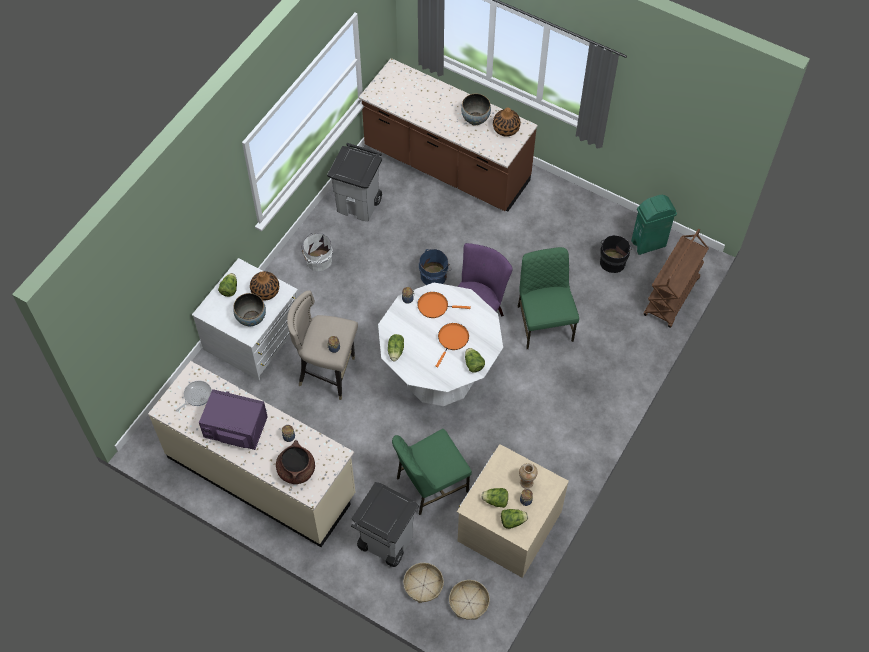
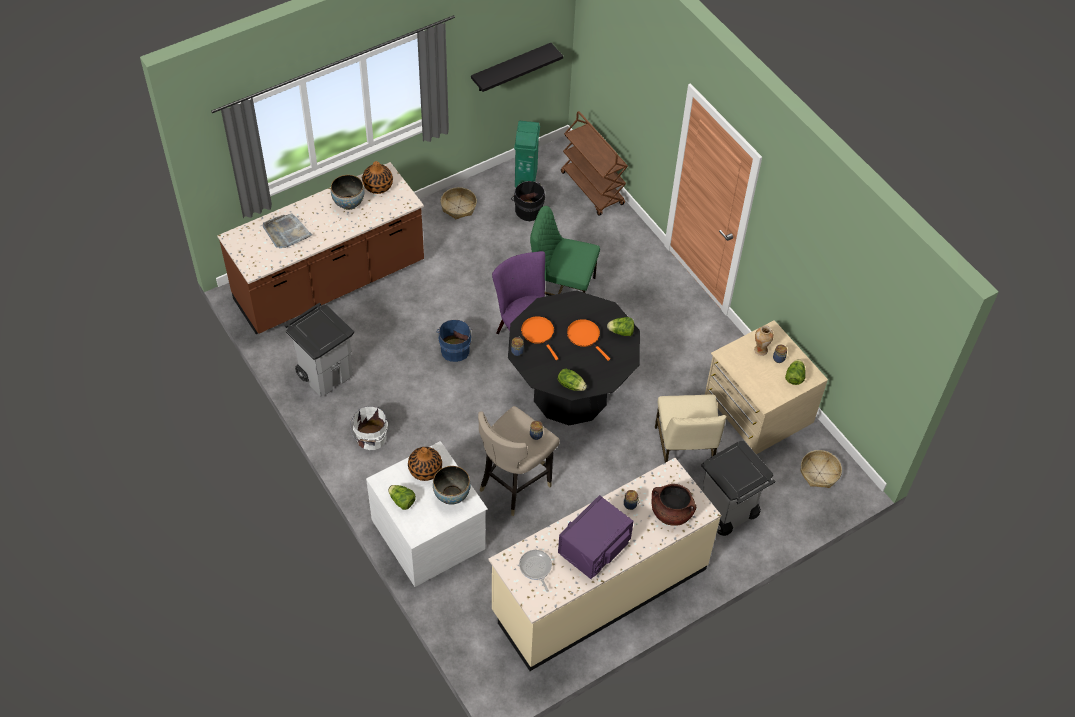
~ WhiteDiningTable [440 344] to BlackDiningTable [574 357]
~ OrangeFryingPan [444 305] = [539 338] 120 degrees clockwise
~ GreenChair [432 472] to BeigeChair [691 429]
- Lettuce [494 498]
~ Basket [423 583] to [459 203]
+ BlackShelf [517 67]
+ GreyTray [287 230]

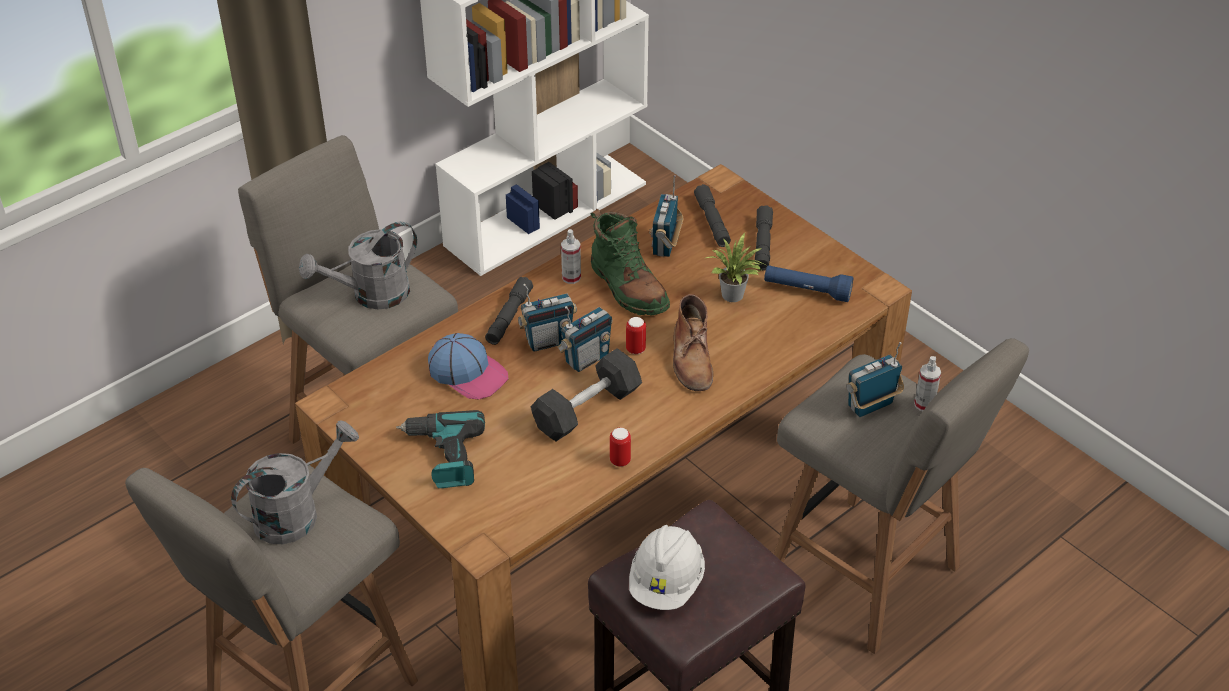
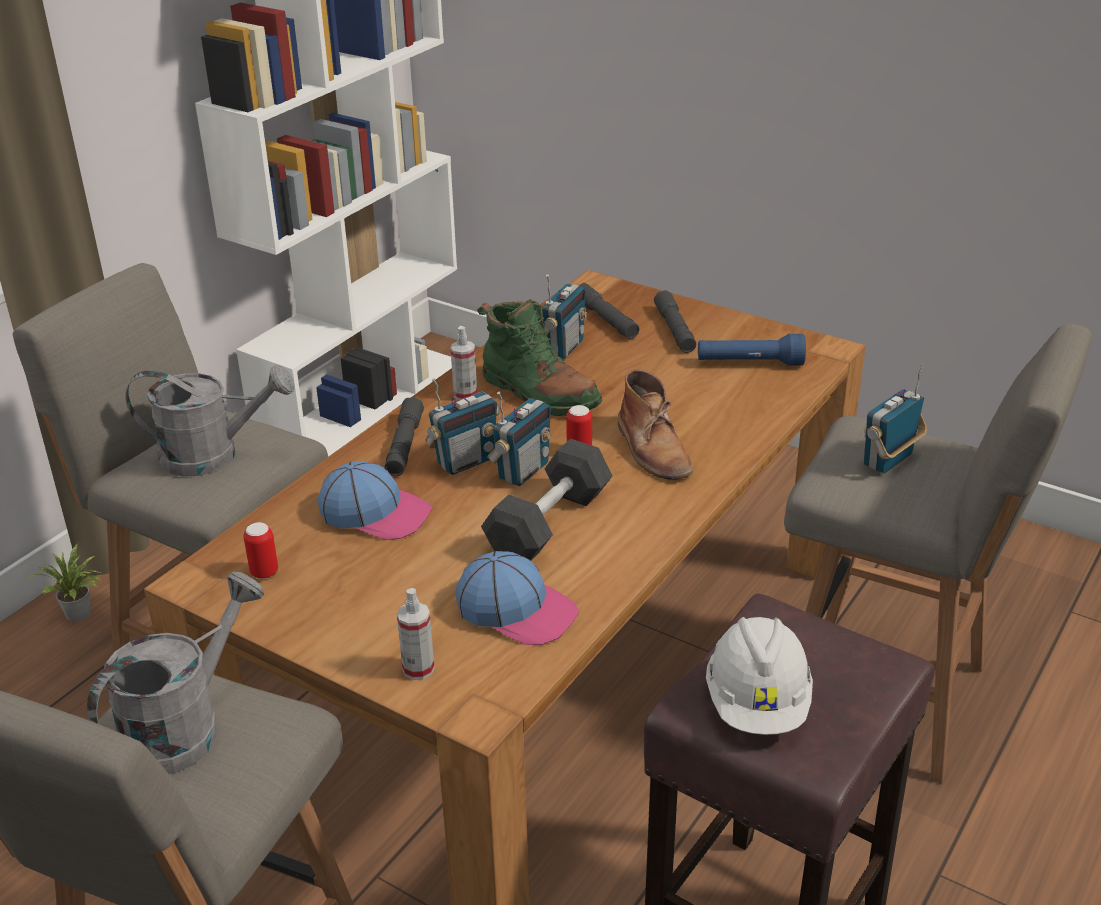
~ Radio [666 216] = [564 316] 150 degrees counterclockwise
~ GreyWateringCan [358 265] = [210 420] 135 degrees counterclockwise
~ PottedPlant [734 267] to [64 583]
~ SprayBottle [927 383] to [415 634]
- PowerDrill [440 449]
~ Can [620 447] to [260 550]
+ Cap [517 598]

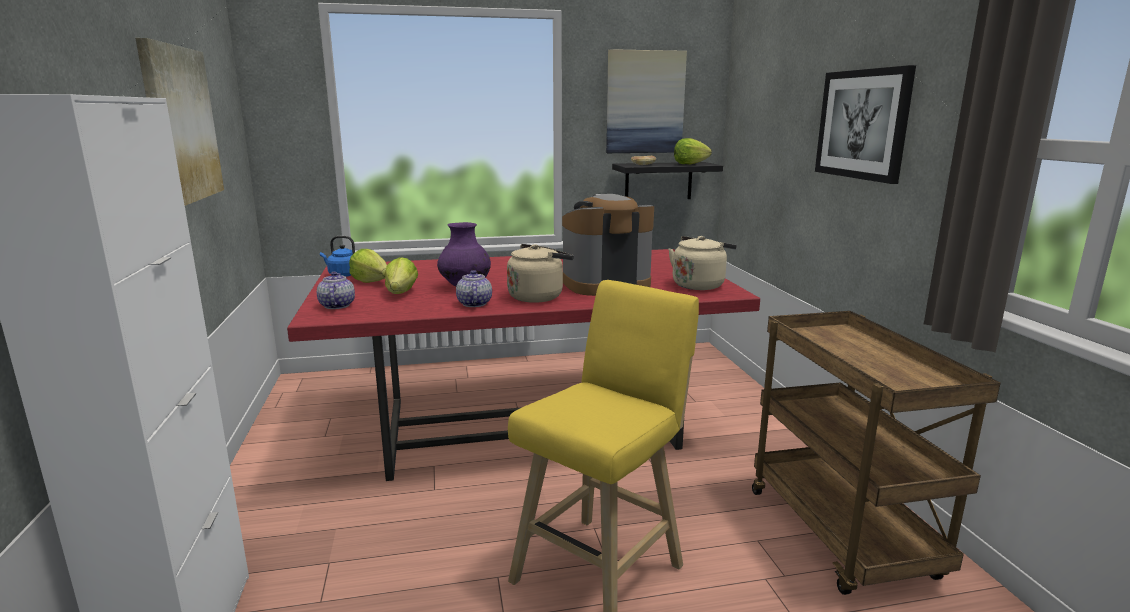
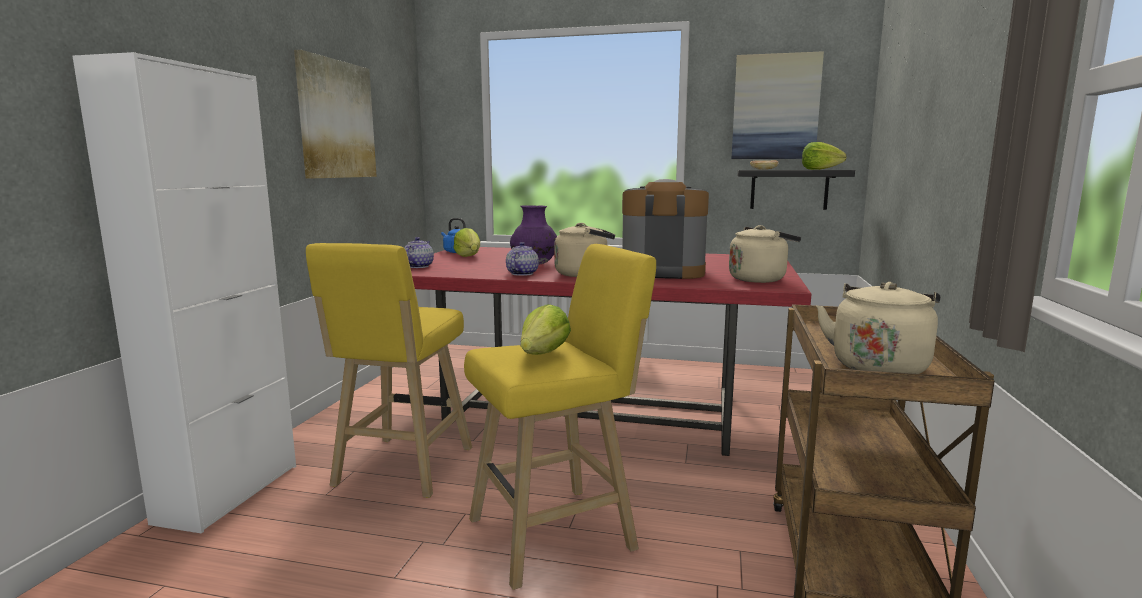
- Picture [865 124]
~ Lettuce [401 275] to [546 329]
+ YellowStool [389 370]
+ BeigeKettle [878 328]

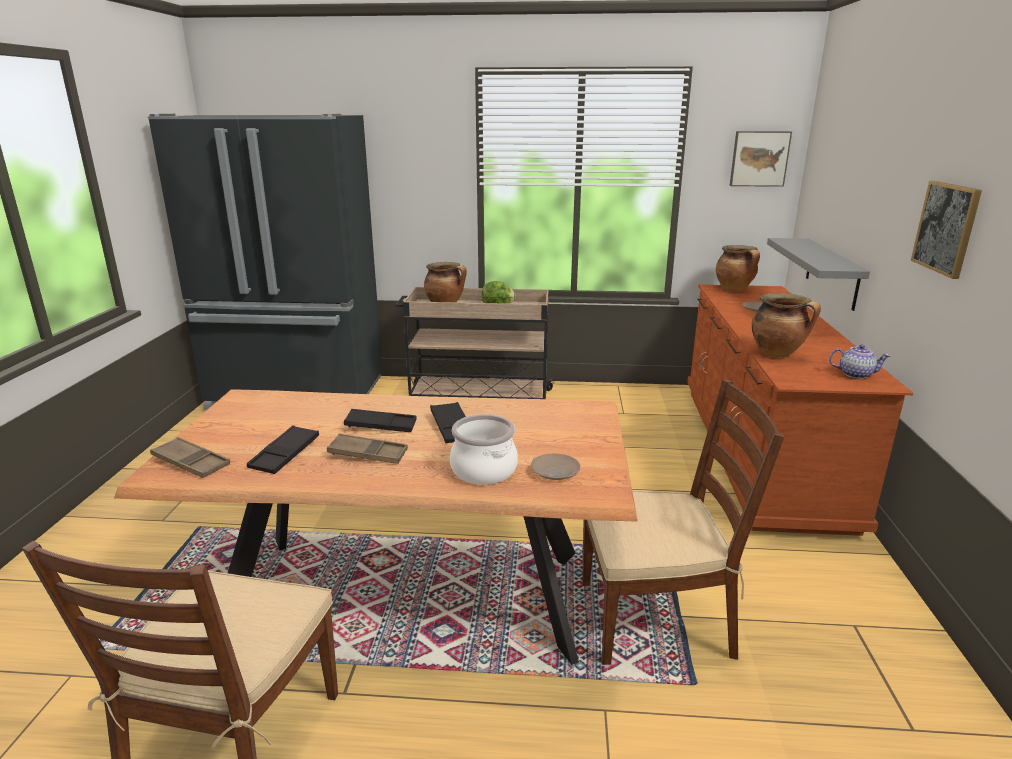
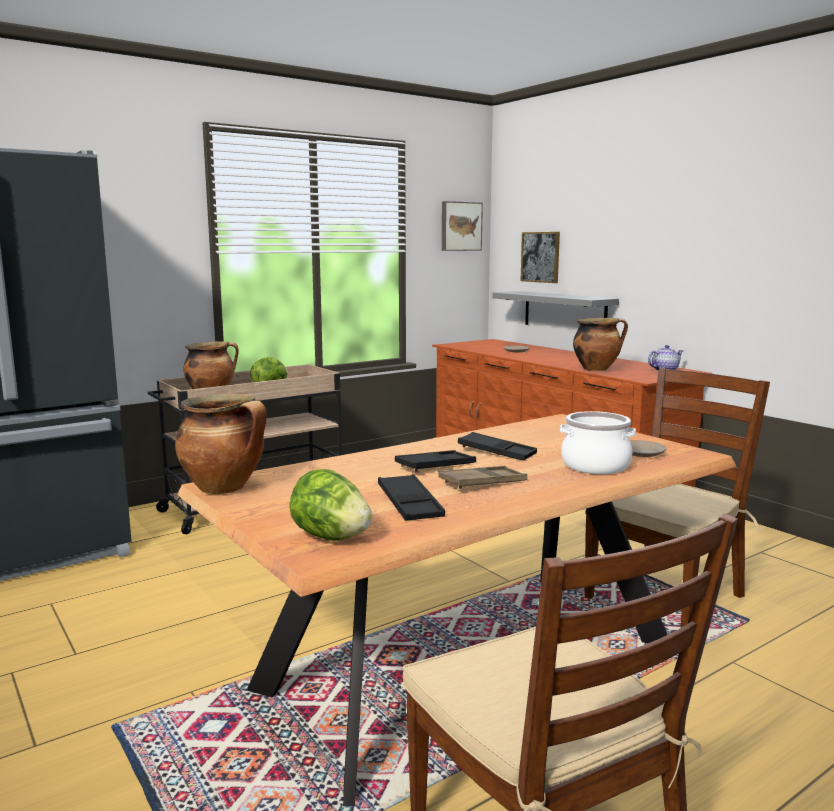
~ Picture [946 230] to [540 257]
~ CookingPot [738 268] to [221 444]
~ BrownTray [190 457] to Lettuce [330 505]

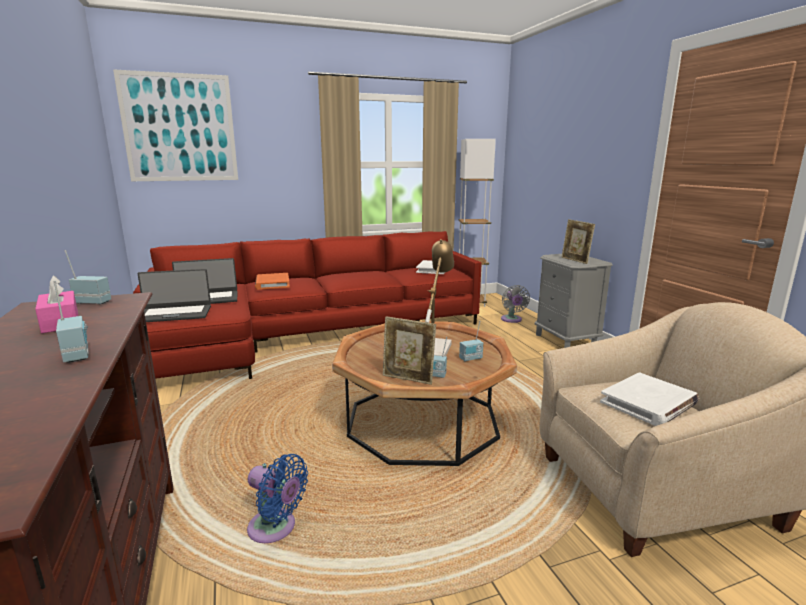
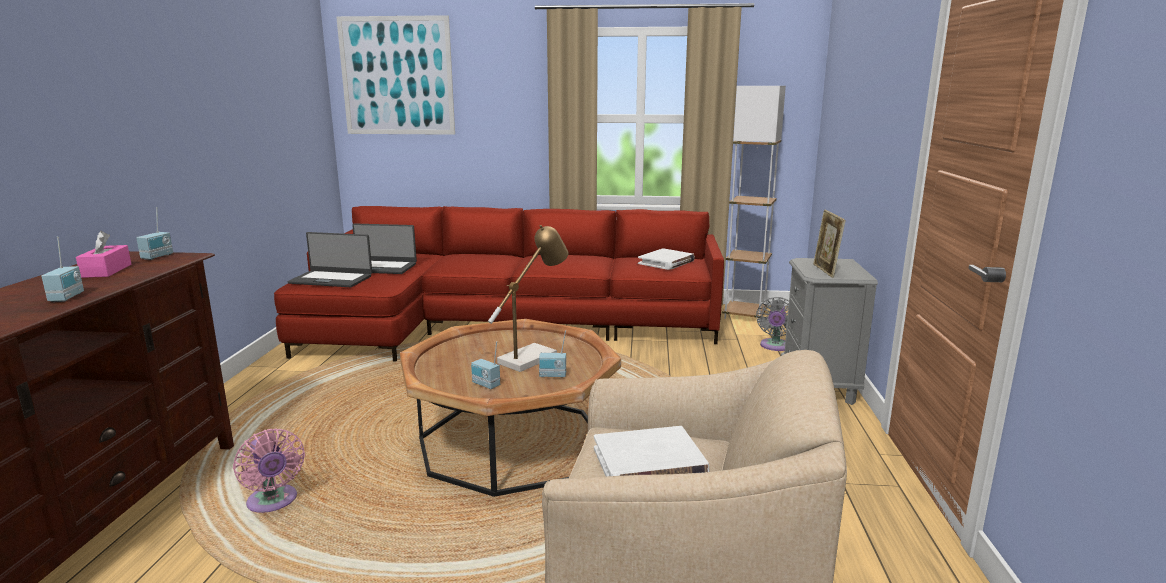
~ Radio [87 277] = [154 233] 75 degrees clockwise
- OrangeBook [272 281]
- PictureFrame [409 350]
~ BlueFan [277 498] to PinkFan [269 470]

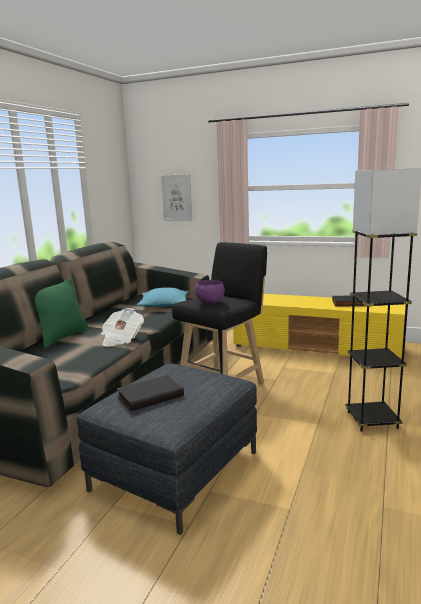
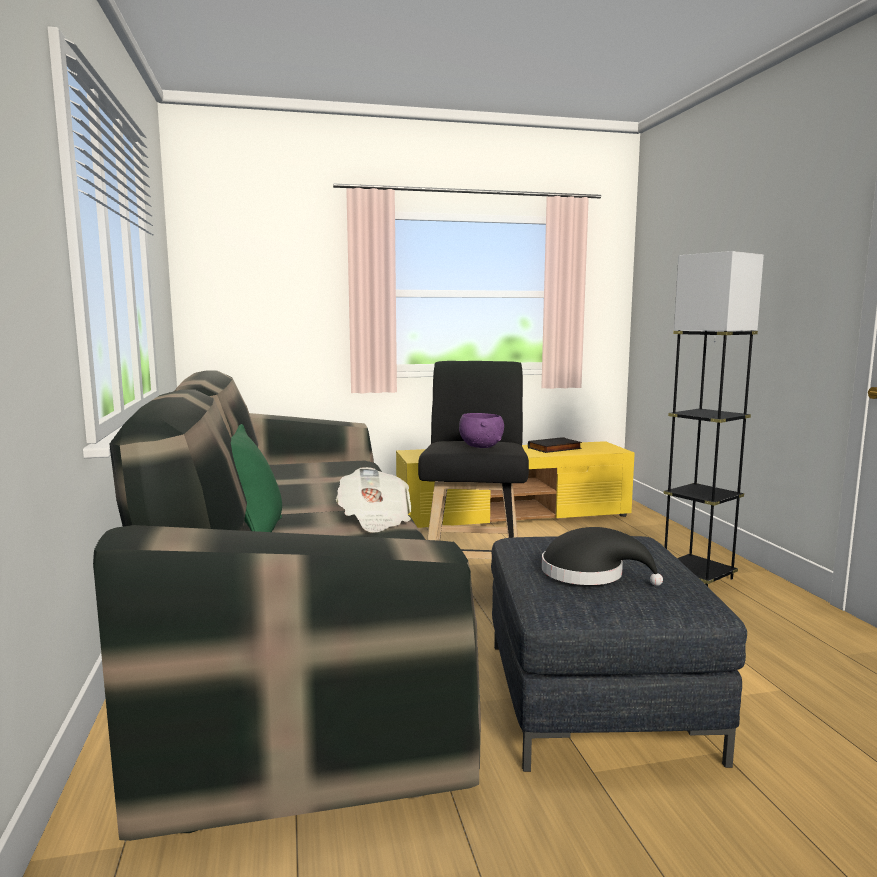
- Picture [176 197]
- TurquoisePillow [163 297]
~ BlackBook [150 393] to BlackHat [602 556]

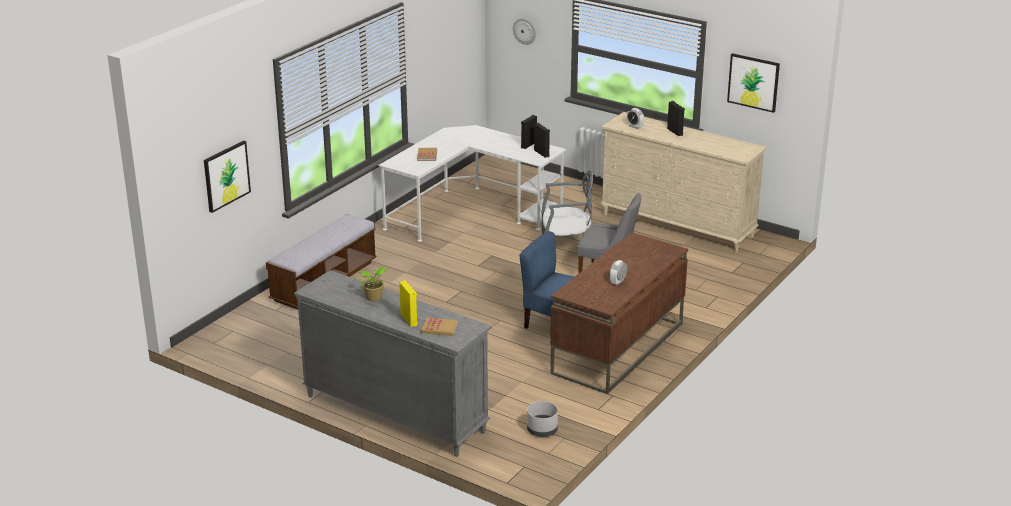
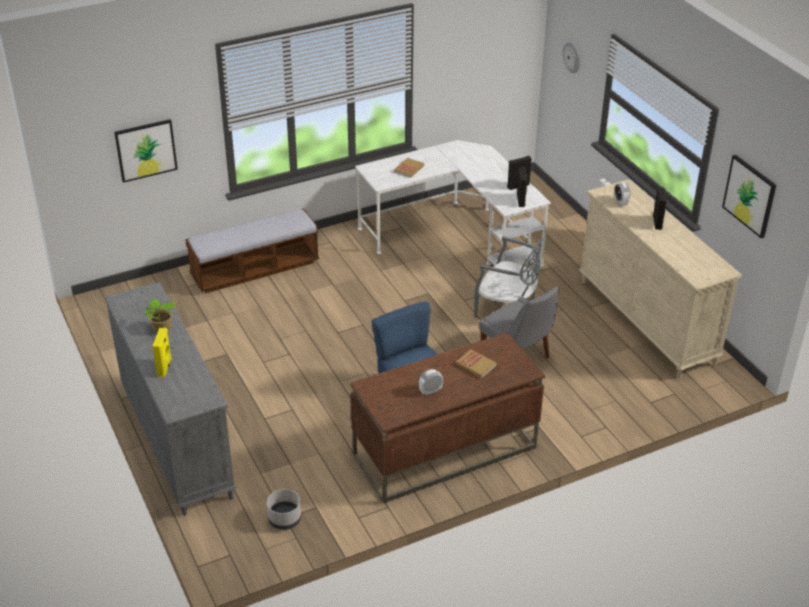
~ Book [439 327] to [476 363]

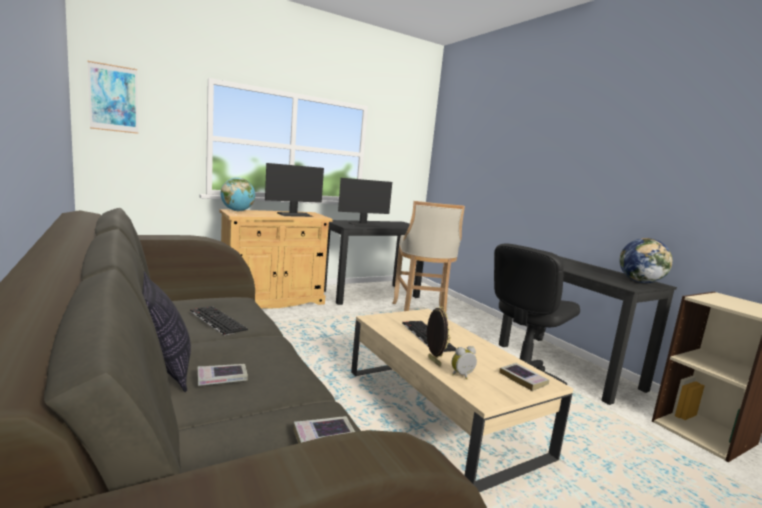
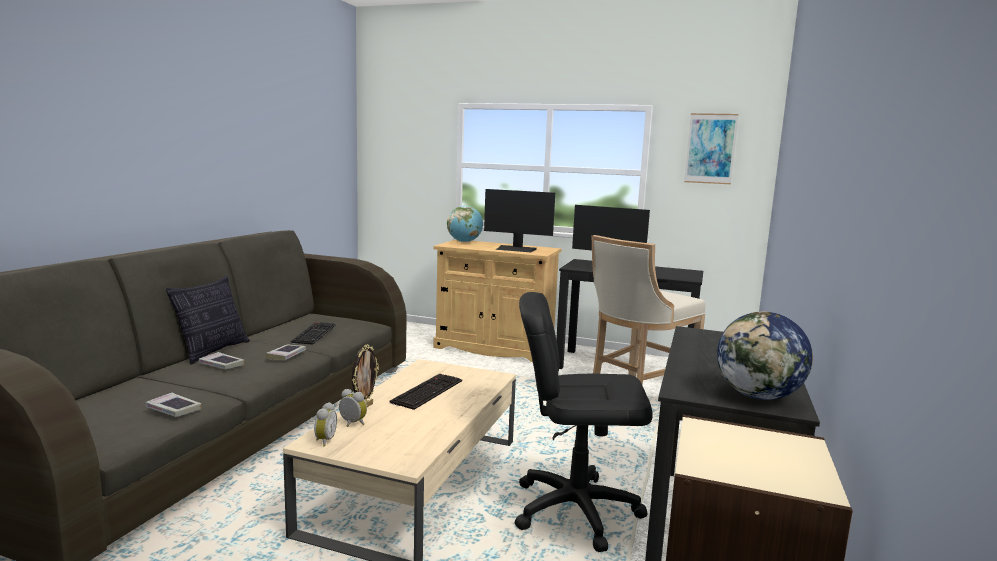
~ Picture [113 97] to [711 148]
~ Book [524 377] to [286 352]
+ AlarmClock [325 424]

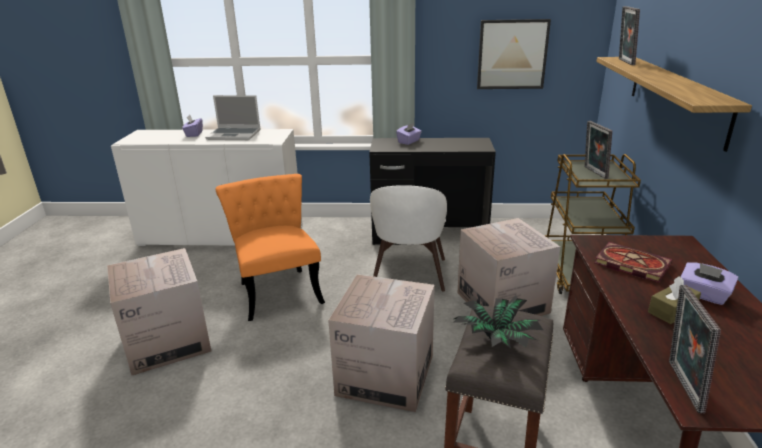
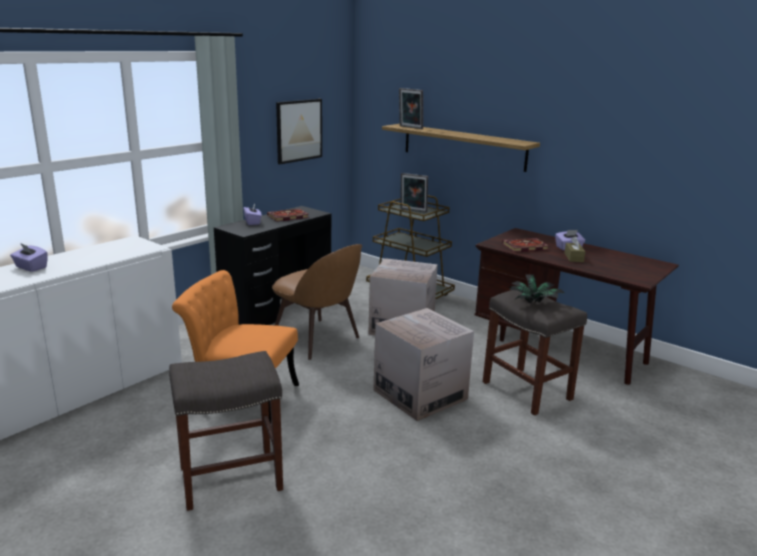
- Laptop [233 117]
~ WhiteChair [408 238] to BrownChair [317 302]
~ CardboardBox [159 311] to GreyStool [226 431]
- PictureFrame [695 349]
+ Book [288 215]

